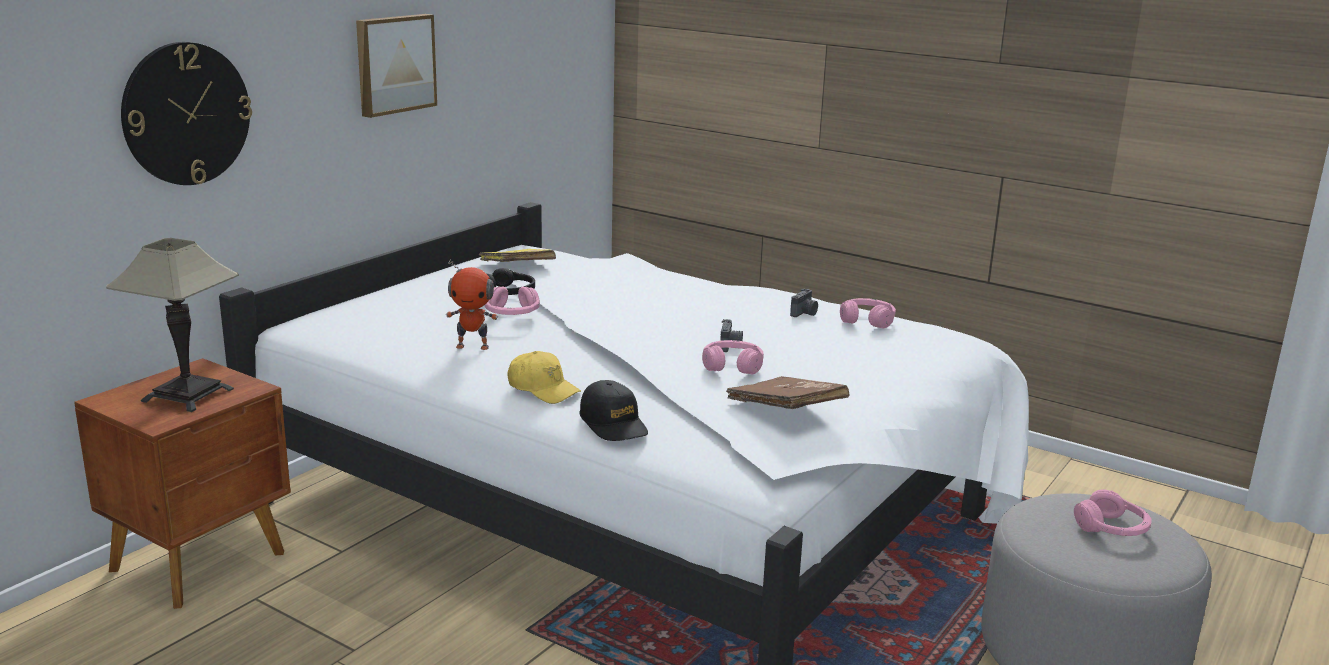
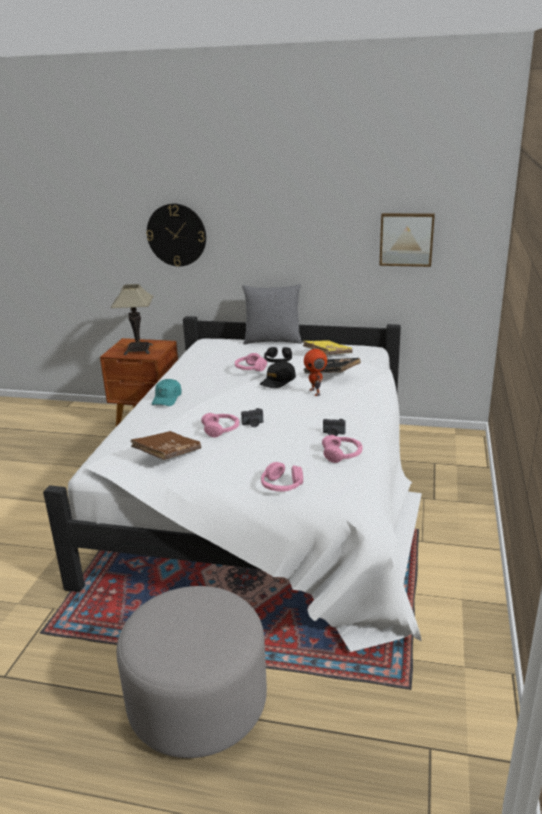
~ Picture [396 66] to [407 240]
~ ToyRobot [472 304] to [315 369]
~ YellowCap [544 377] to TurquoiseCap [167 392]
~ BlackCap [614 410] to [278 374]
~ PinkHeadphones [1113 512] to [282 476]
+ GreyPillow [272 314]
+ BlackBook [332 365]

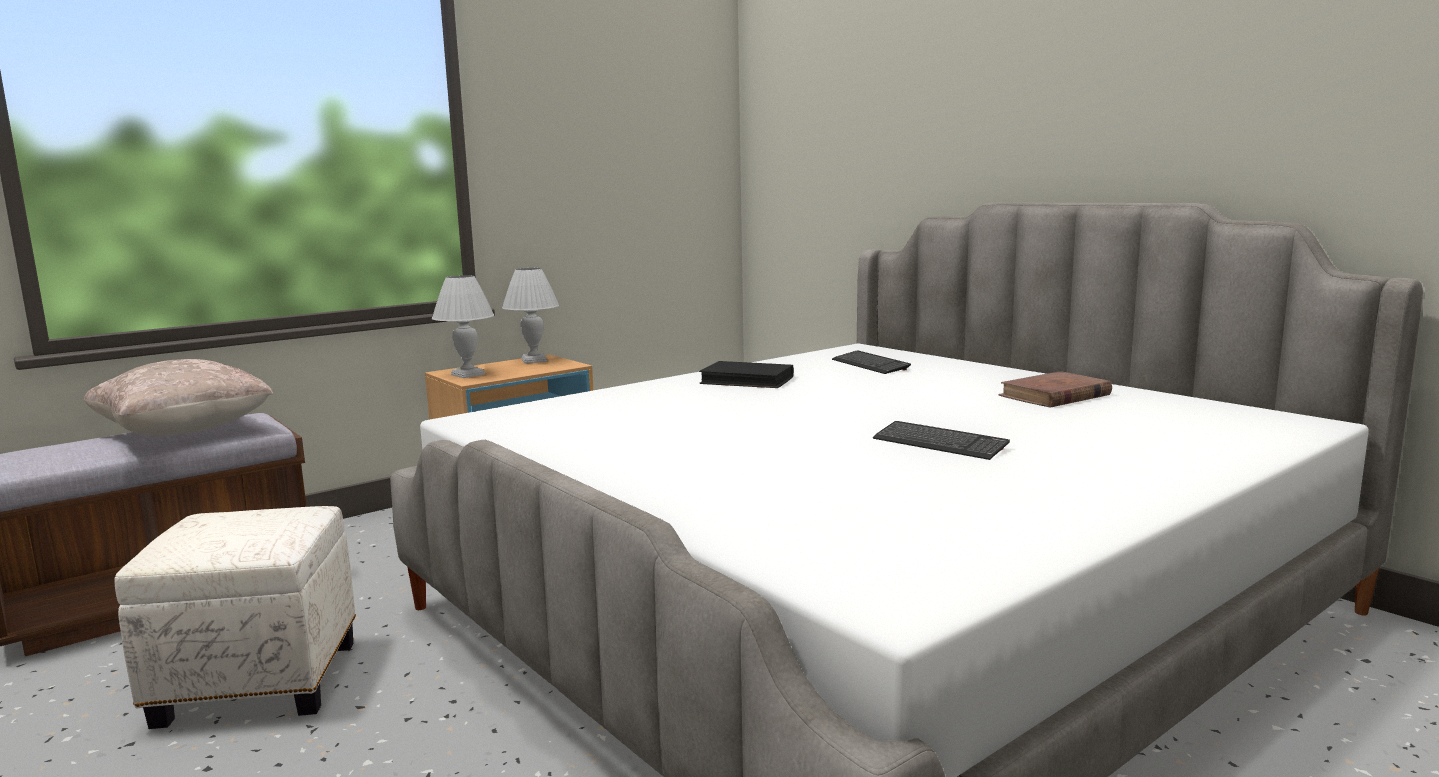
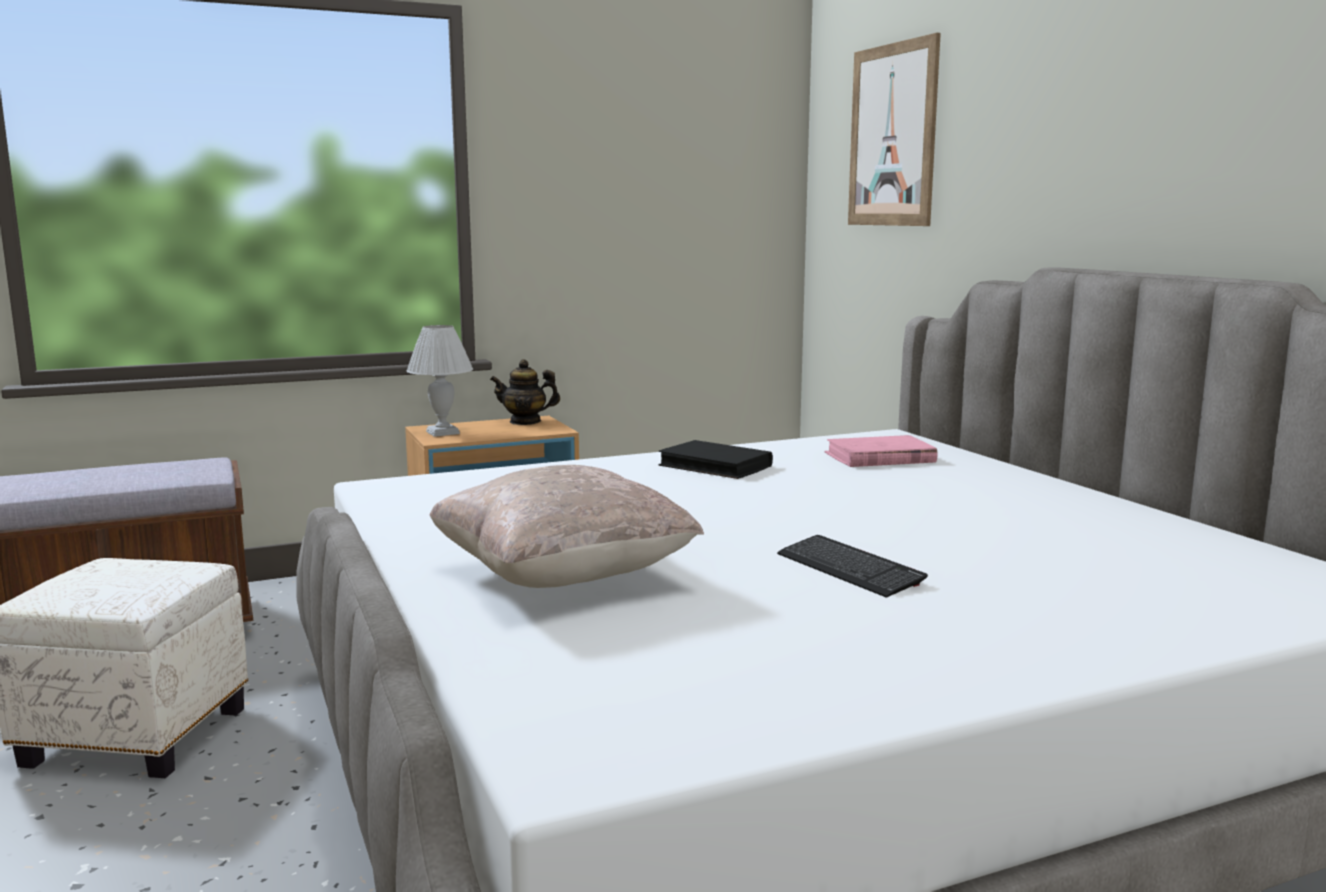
~ WhiteTableLamp [530 316] to Teapot [525 392]
~ Keyboard [871 362] to PinkBook [881 451]
~ BeigePillow [179 397] to [567 526]
- BrownBook [1055 389]
+ Picture [894 129]

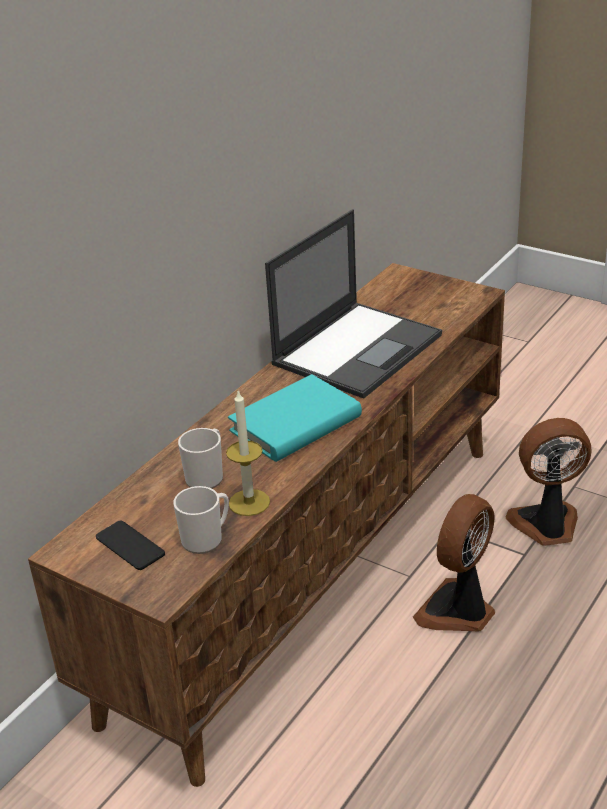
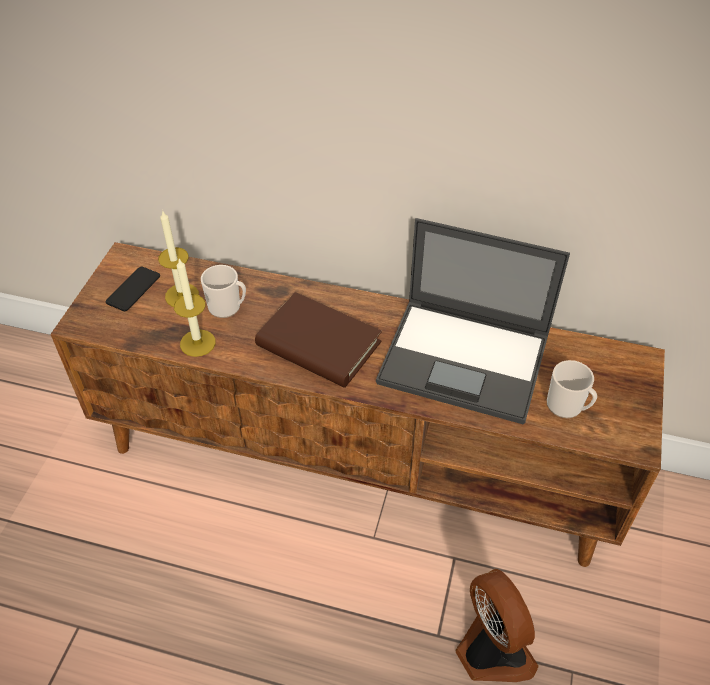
~ TurquoiseBook [295 418] to BrownBook [318 340]
~ Mug [201 520] to [572 389]
- Fan [454 563]
+ Candle [178 258]

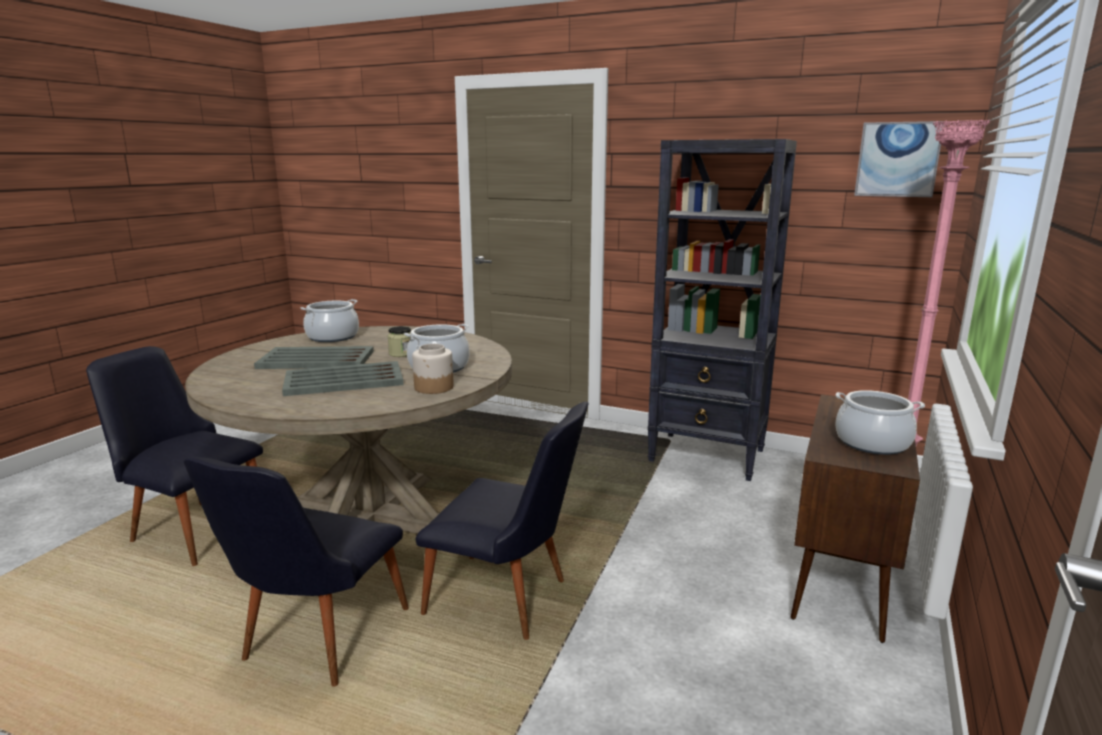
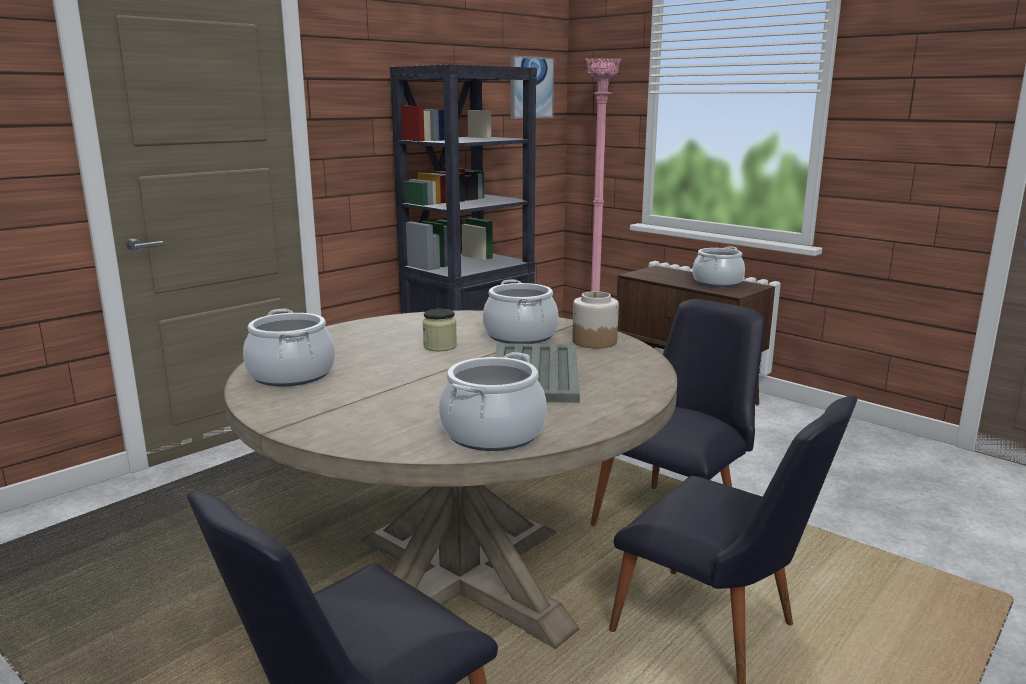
- GreyTray [314 357]
+ CookingPot [493 401]

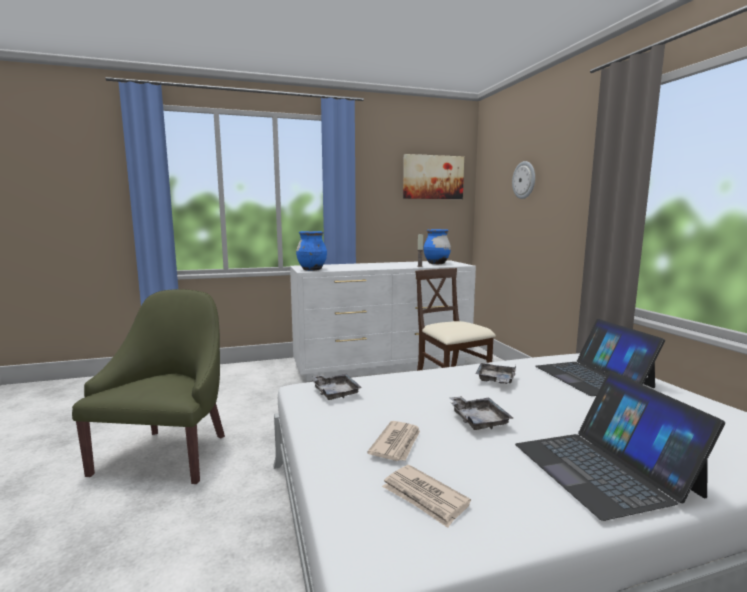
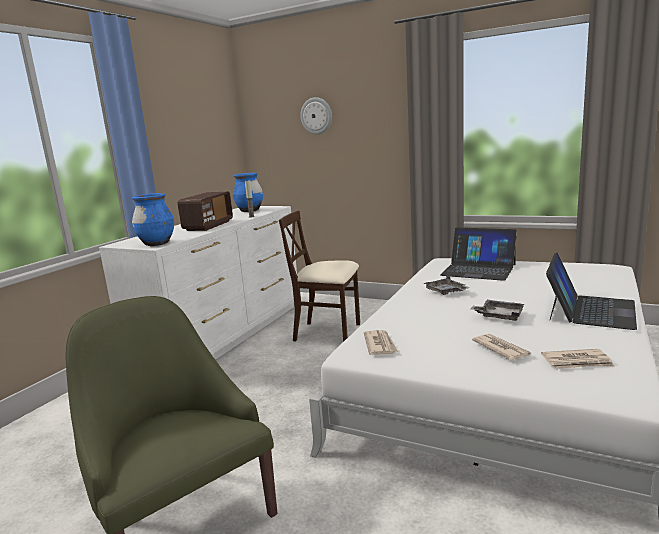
- Picture [433 176]
~ Laptop [620 446] = [591 291] 90 degrees counterclockwise
~ GreyTray [337 387] to Newspaper [381 342]
+ Radio [205 211]

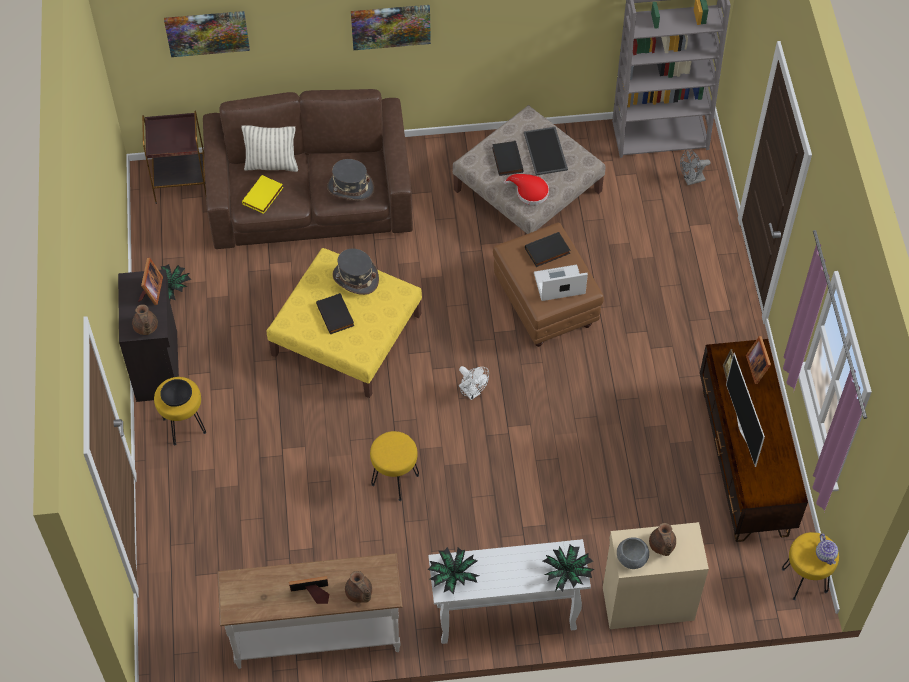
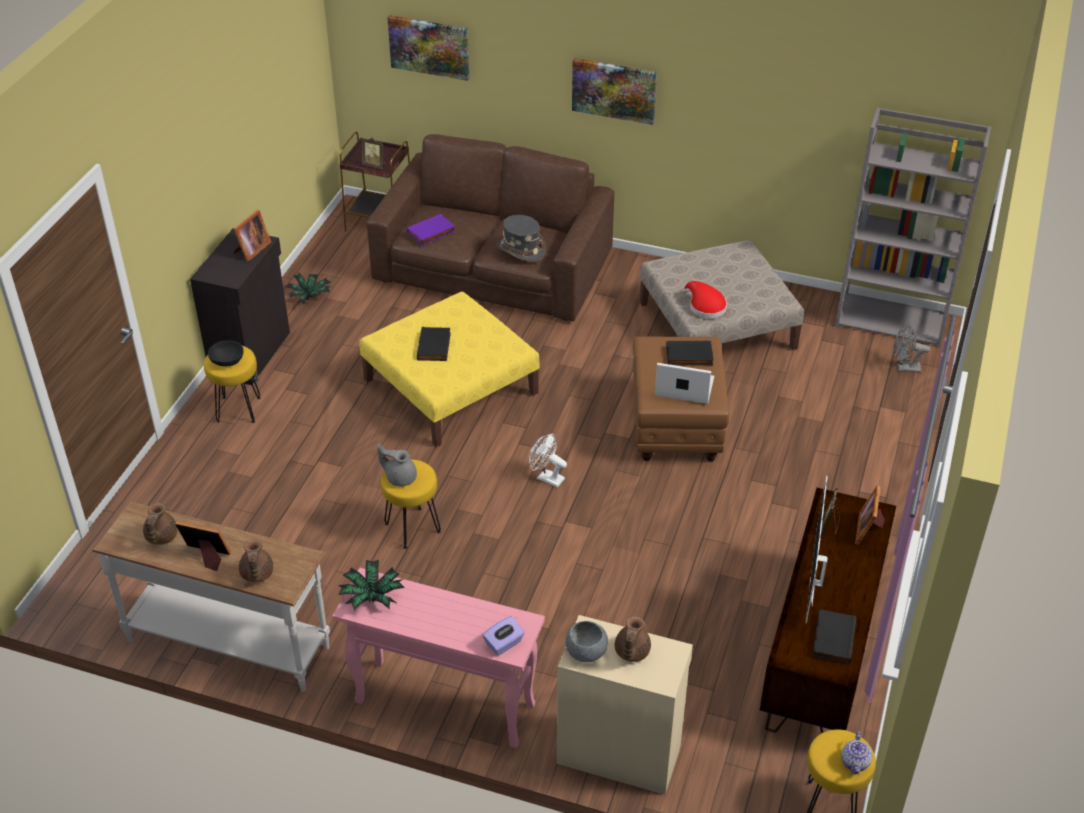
- Pillow [269 148]
- Tray [546 151]
~ BlackBook [508 158] to [834 636]
~ YellowBook [262 194] to PurpleBook [431 229]
- GreyHat [356 272]
~ BrownTeapot [145 319] to [160 524]
~ WhiteFan [474 383] = [548 460] 135 degrees clockwise
~ WhiteConsoleTable [509 591] to PinkConsoleTable [439 658]
~ PottedPlant [568 568] to PurpleTissueBox [504 636]
+ PictureFrame [373 153]
+ GreyTeapot [397 465]

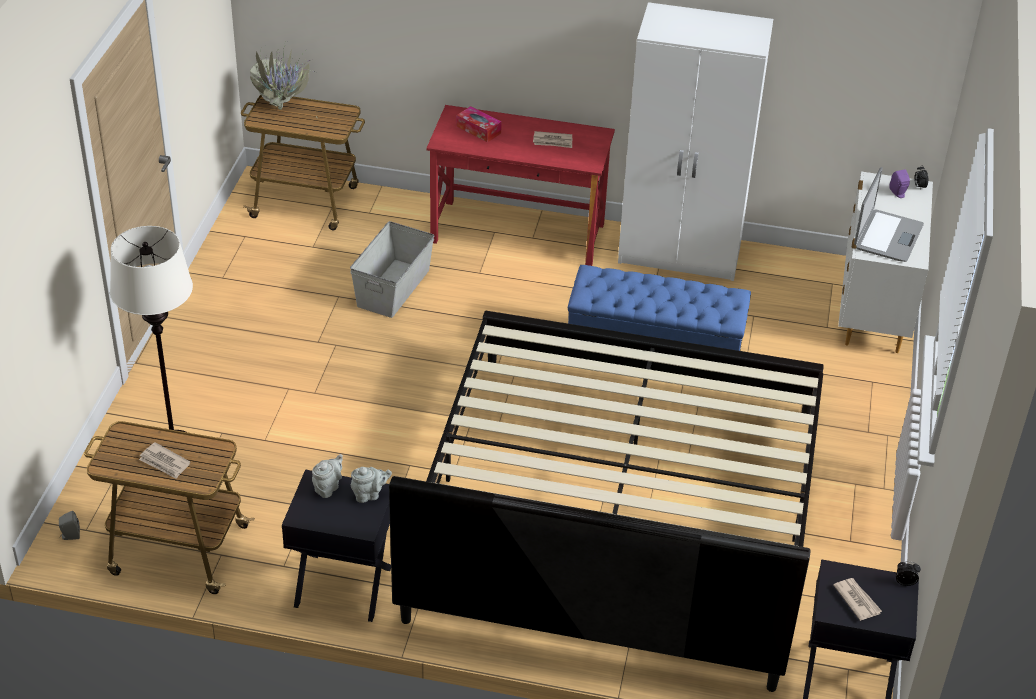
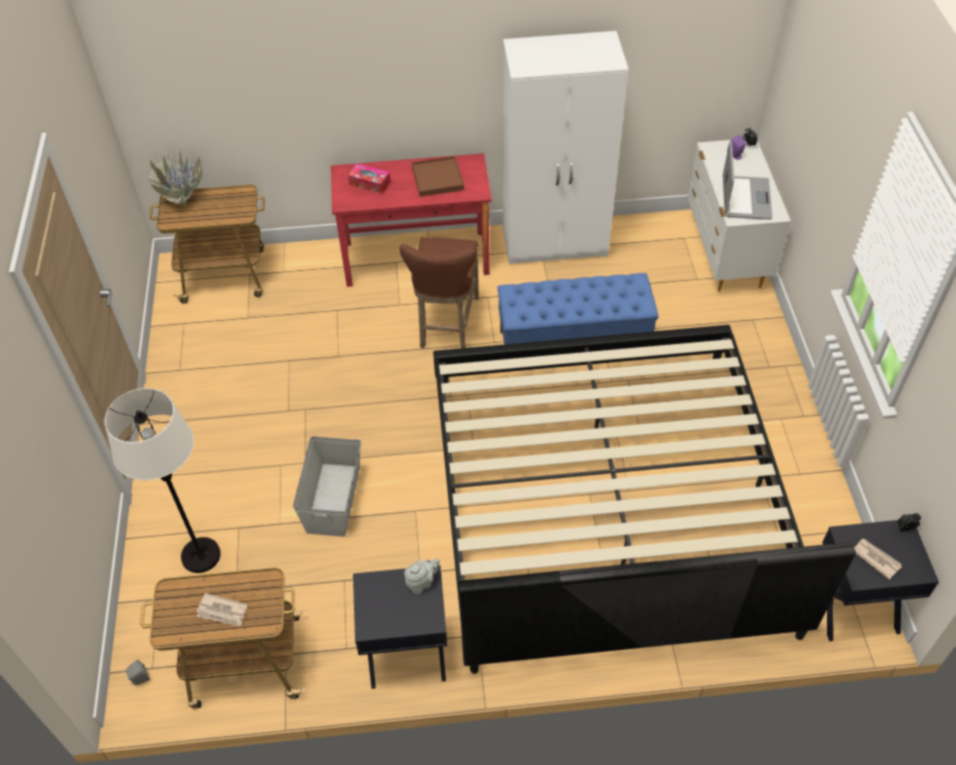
~ Newspaper [552 139] to BrownTray [438 176]
~ GreyStorageBox [392 269] to [327 486]
- GreyTeapot [327 476]
+ BrownStool [439 292]

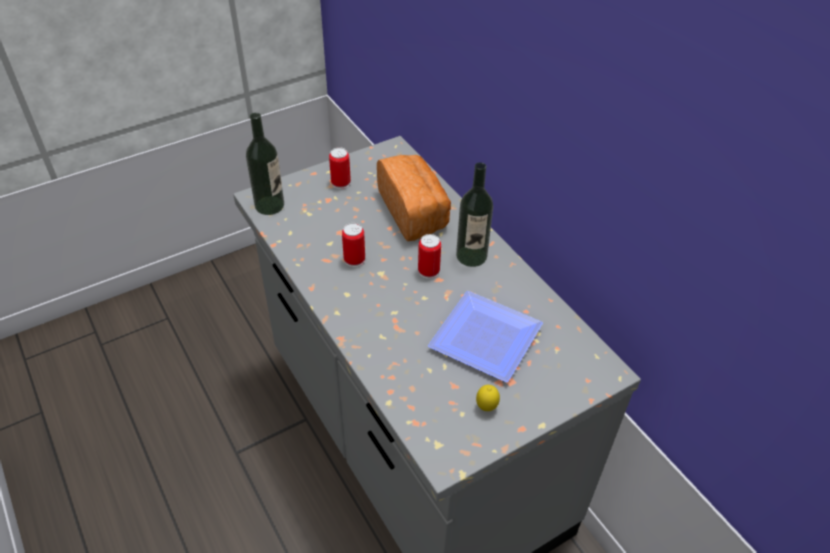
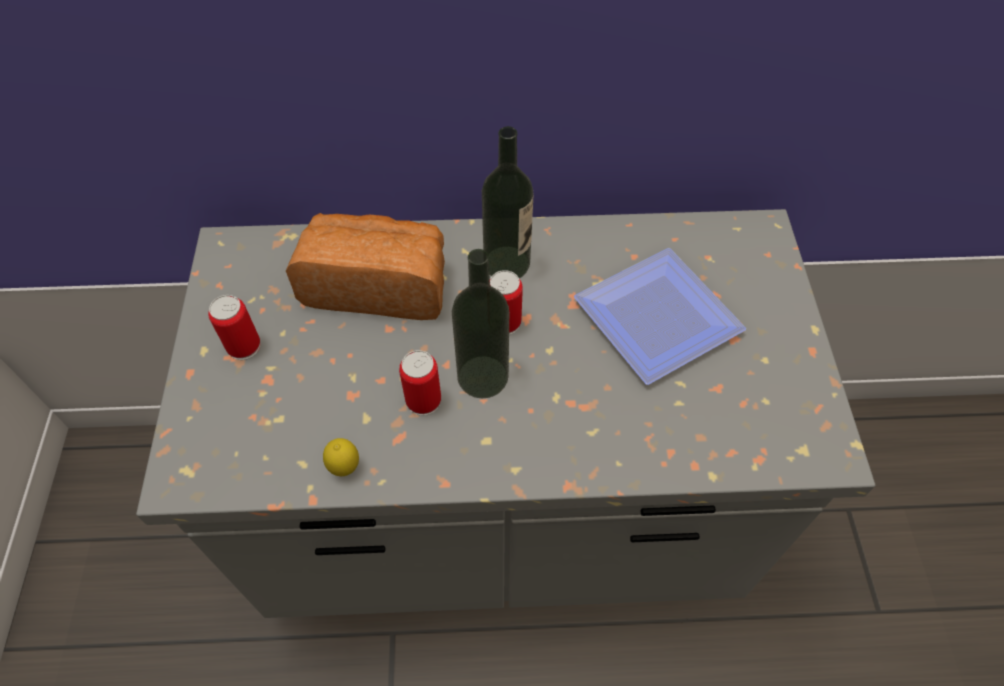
~ Bottle [265 164] to [480 323]
~ Lemon [488 398] to [341 457]

